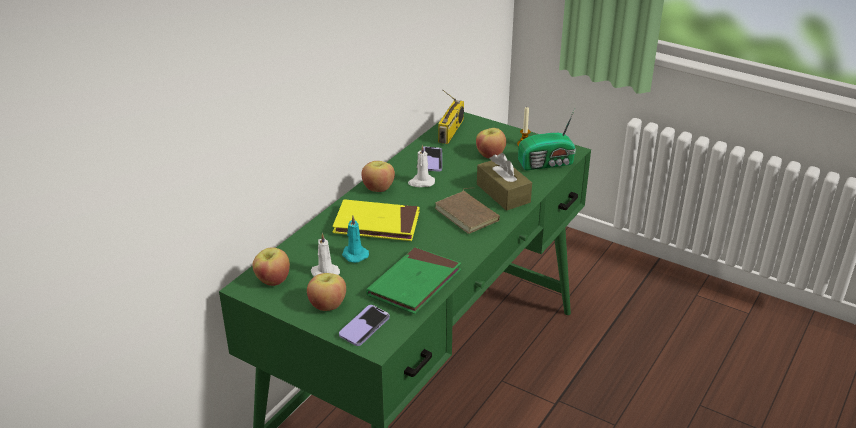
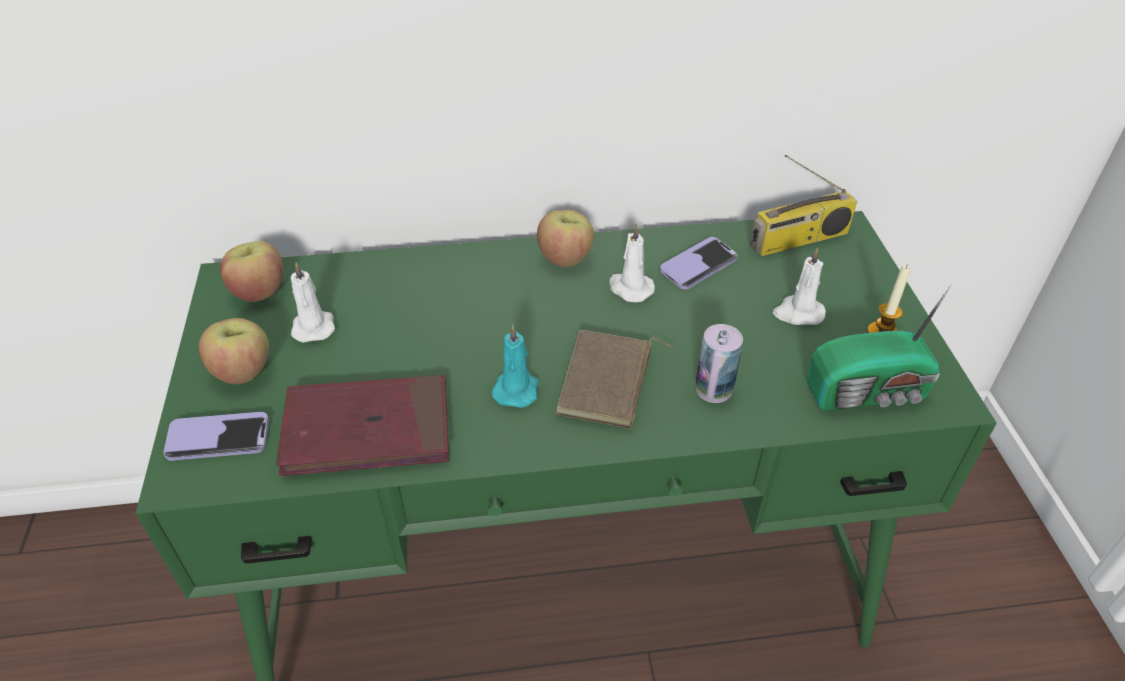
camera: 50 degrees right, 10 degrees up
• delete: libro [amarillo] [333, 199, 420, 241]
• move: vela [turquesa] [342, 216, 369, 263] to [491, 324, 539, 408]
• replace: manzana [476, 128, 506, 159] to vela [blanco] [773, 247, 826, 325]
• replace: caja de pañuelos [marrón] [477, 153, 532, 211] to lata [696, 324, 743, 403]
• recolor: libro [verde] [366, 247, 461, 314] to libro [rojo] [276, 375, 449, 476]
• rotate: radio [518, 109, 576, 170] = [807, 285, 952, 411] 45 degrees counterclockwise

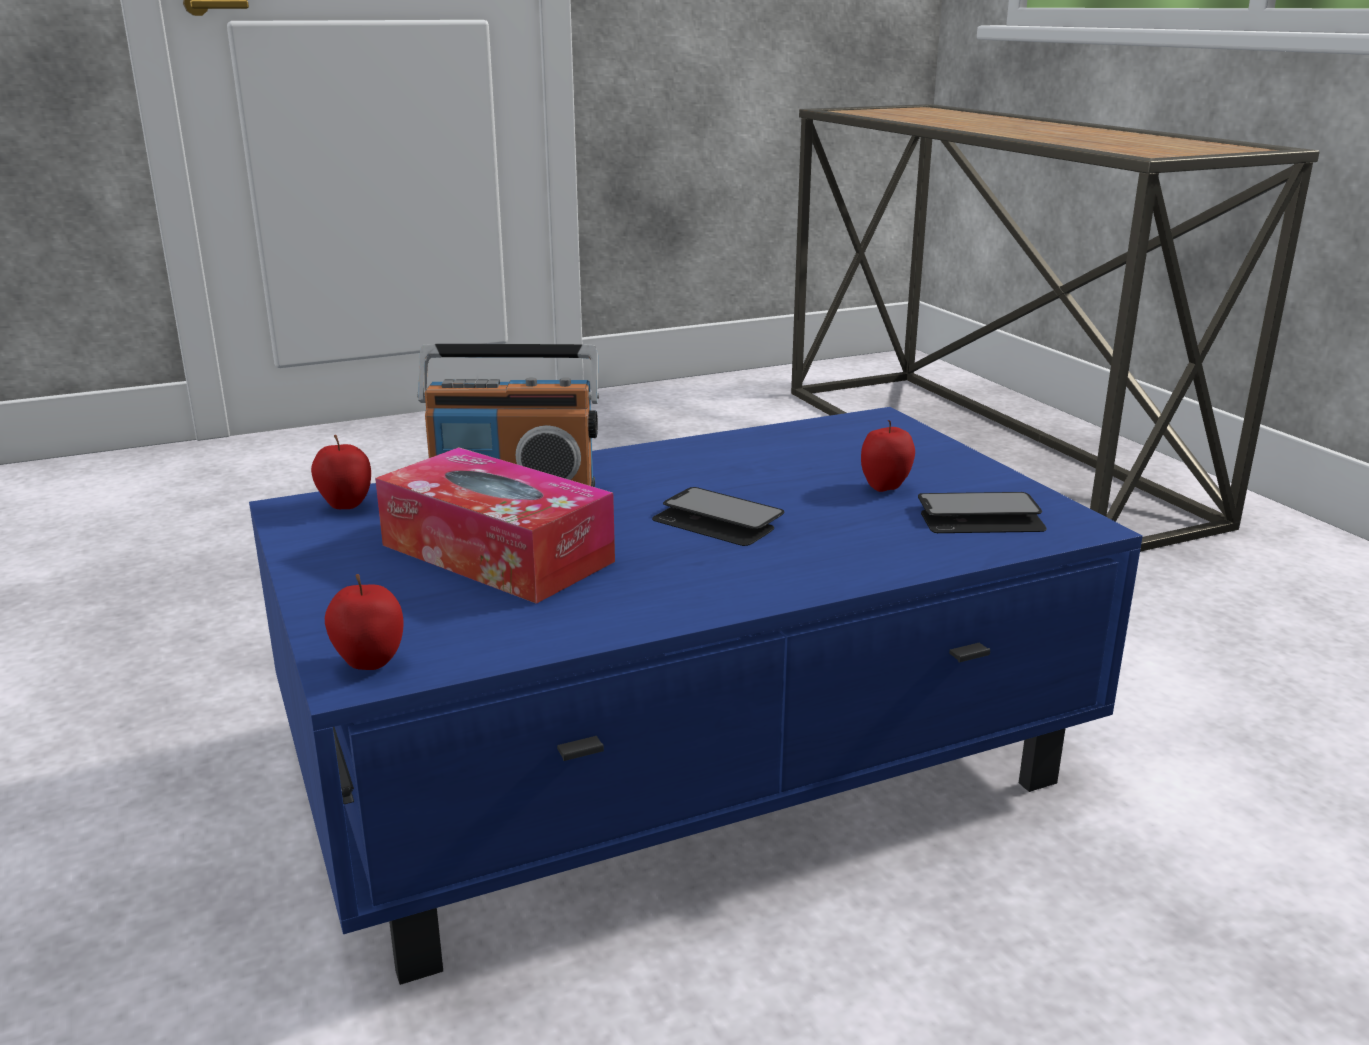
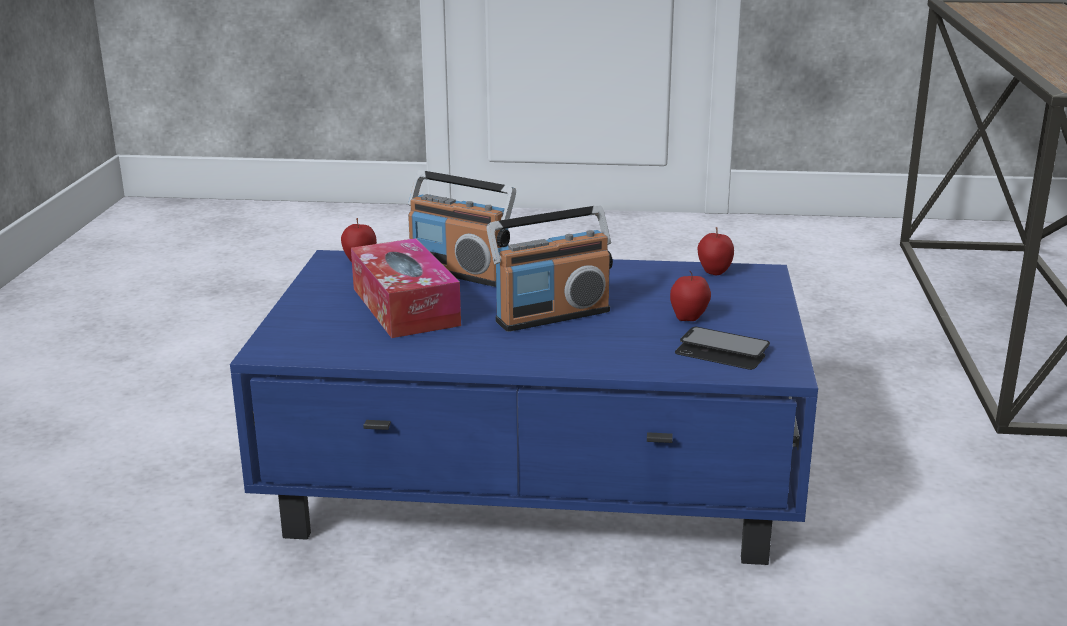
camera: 30 degrees right, 0 degrees up
• move: manzana [325, 574, 404, 670] to [698, 227, 734, 275]
• replace: móvil [652, 487, 784, 546] to radio [487, 205, 613, 332]

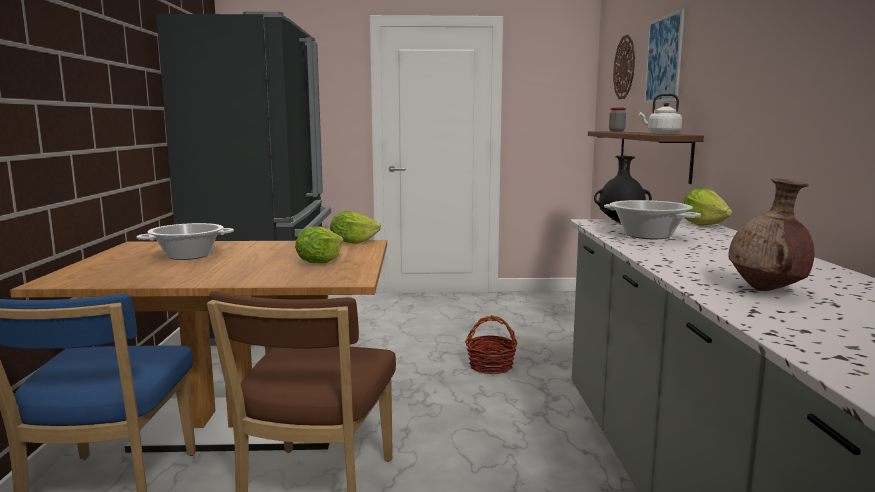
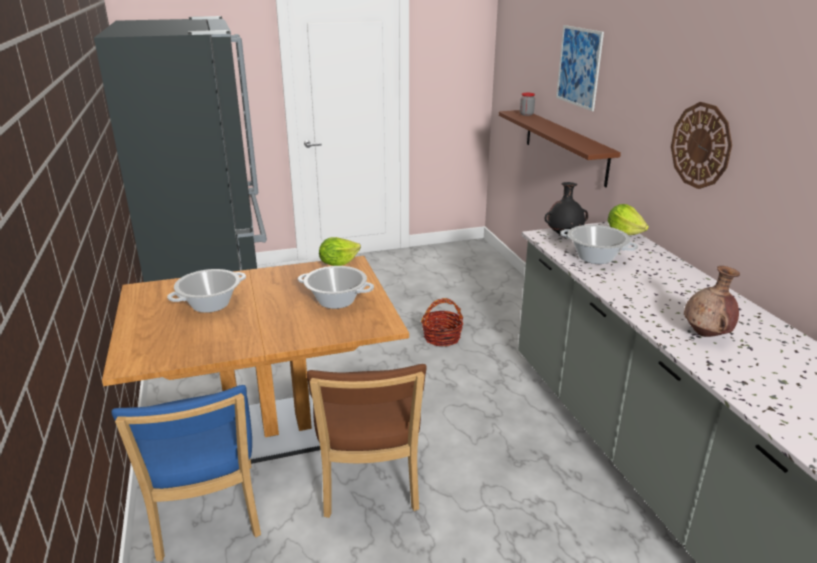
camera: 15 degrees left, 15 degrees up
• delete: hervidor [blanco] [639, 93, 682, 134]
• move: reloj de pared [613, 35, 635, 99] to [671, 102, 732, 189]
• replace: lechuga [295, 226, 344, 263] to olla [298, 266, 374, 309]

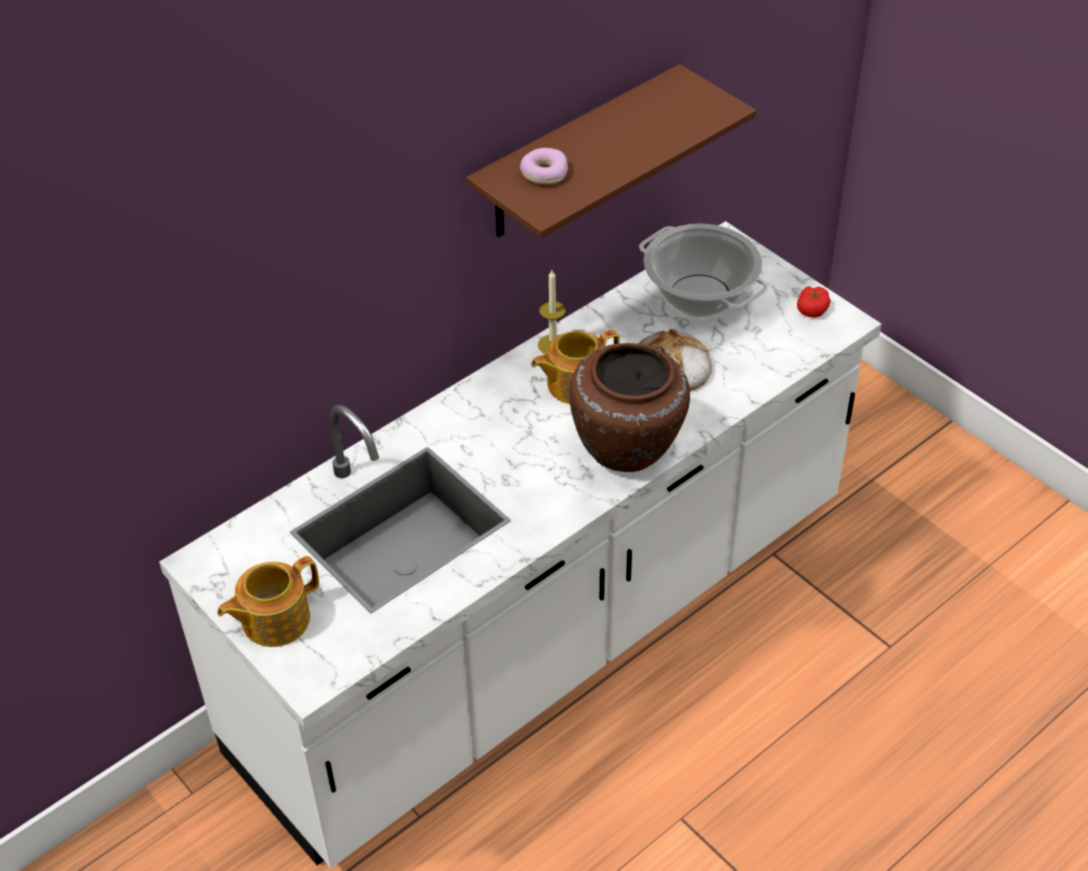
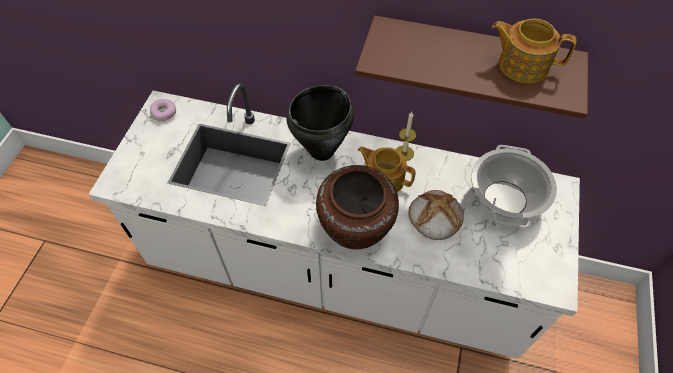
camera: 55 degrees right, 10 degrees up
• delete: tomate [797, 286, 831, 318]
• insert: olla [negro] [287, 85, 354, 161]
• move: tetera [217, 556, 319, 647] to [492, 18, 576, 83]
• move: rosquilla [520, 148, 568, 185] to [150, 99, 176, 121]

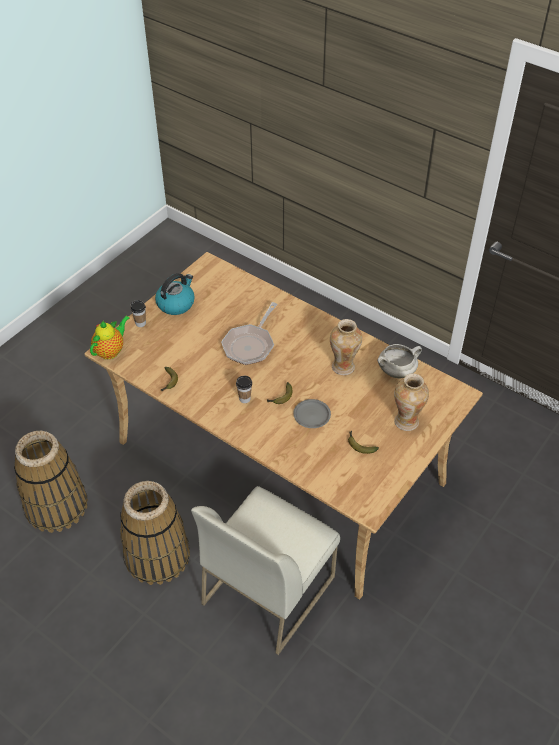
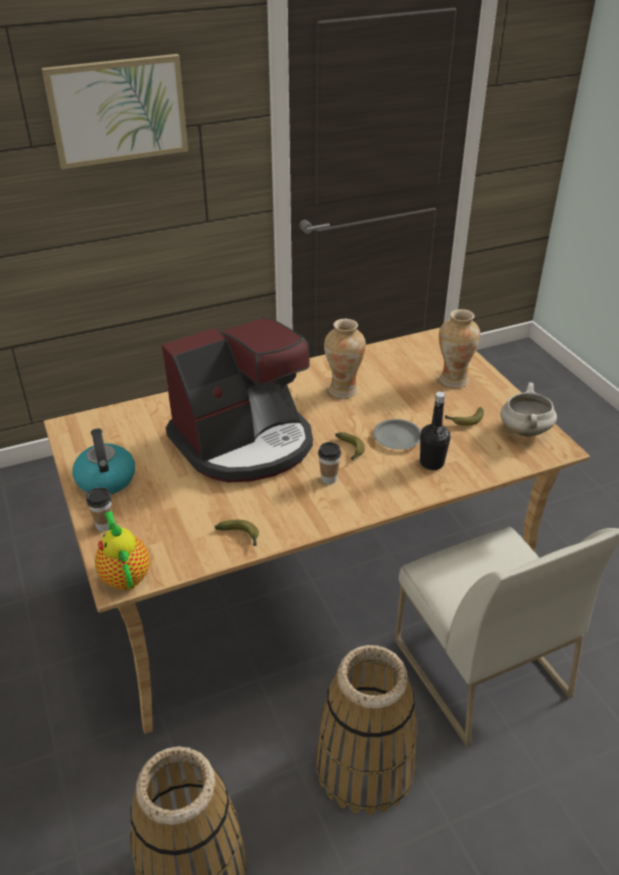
camera: 60 degrees left, 10 degrees down
• insert: cuadro [42, 54, 188, 169]
• insert: botella [negro] [420, 392, 450, 470]
• move: olla [blanco] [377, 344, 422, 378] to [500, 382, 557, 437]
• replace: sartén [221, 302, 278, 365] to cafetera [162, 317, 313, 482]

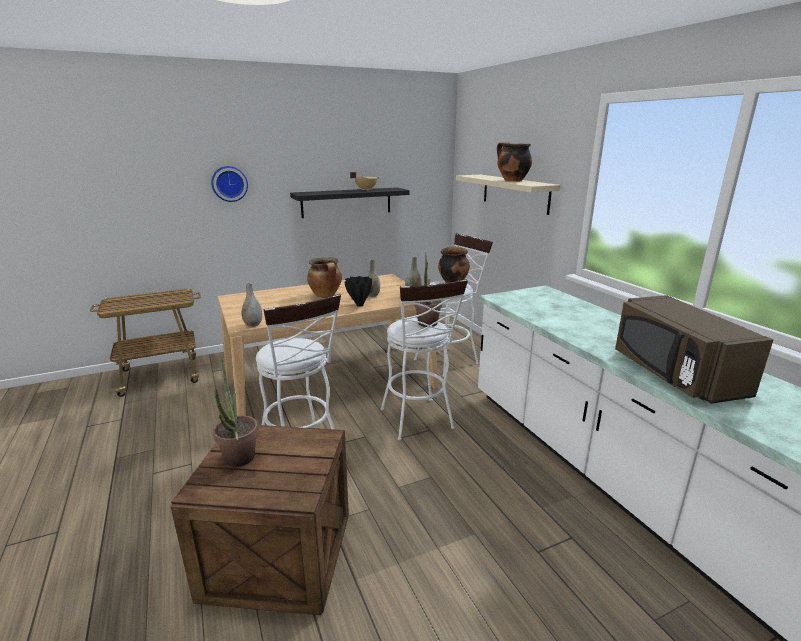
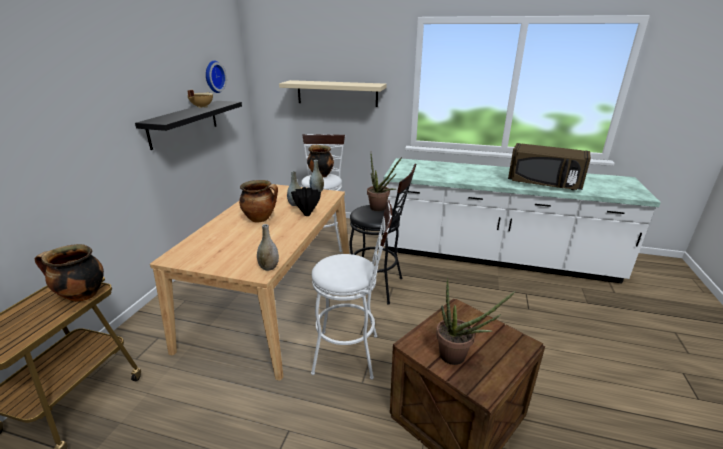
camera: 50 degrees left, 5 degrees up
• move: reloj de pared [211, 166, 248, 202] to [206, 60, 227, 93]
• move: olla [497, 142, 532, 182] to [35, 244, 104, 302]
• recolor: taburete [blanco] [380, 279, 468, 440] to taburete [negro] [350, 164, 416, 305]

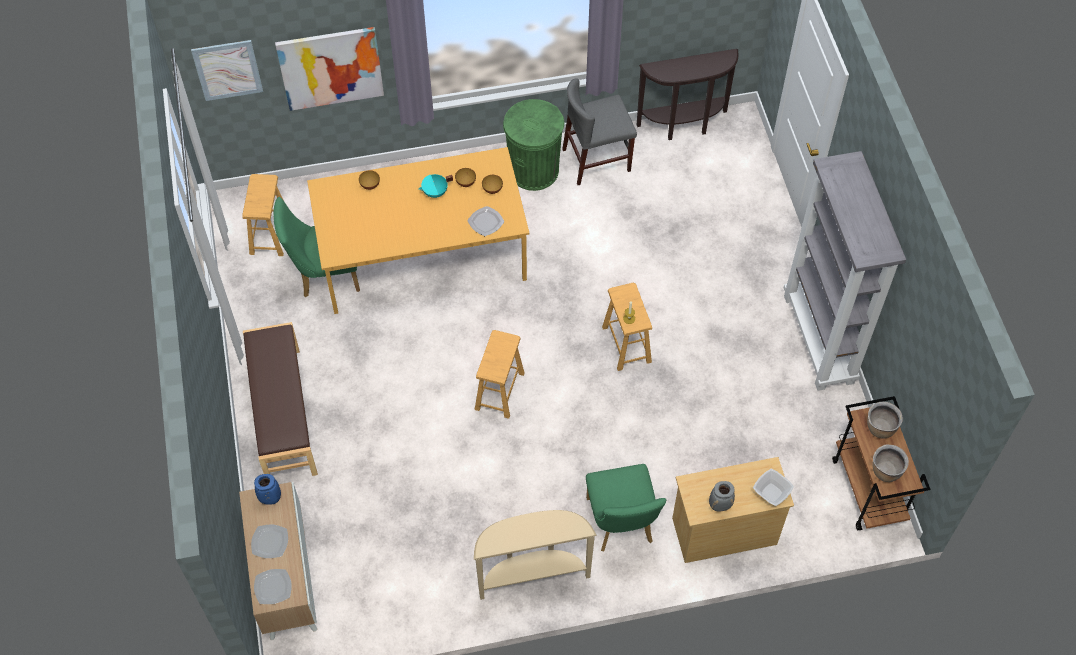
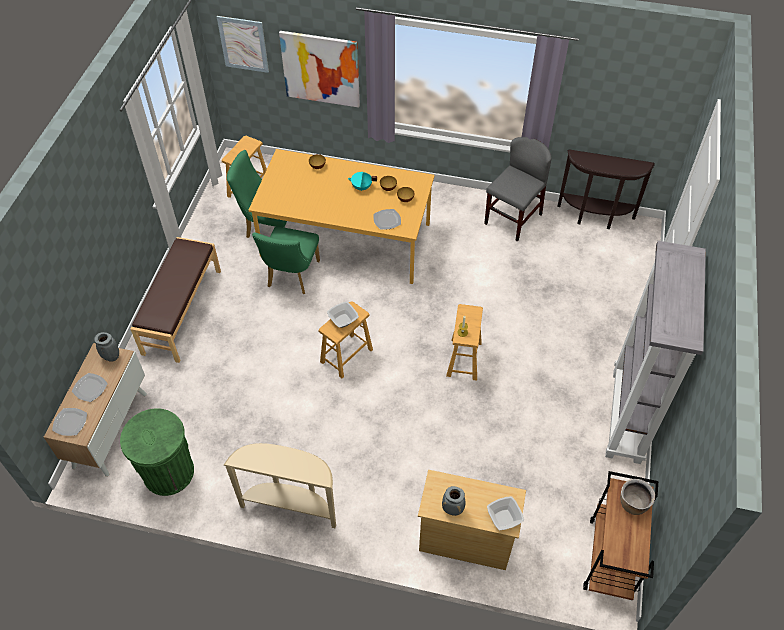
camera: 25 degrees right, 5 degrees down
• delete: olla [marrón] [872, 444, 909, 482]
• insert: cuenco [327, 301, 359, 328]
• move: papelera [verde] [503, 99, 564, 191] to [120, 408, 194, 496]
• move: silla [verde] [586, 464, 666, 551] to [252, 226, 320, 294]
• recolor: florero [azul] [254, 474, 281, 505] to florero [gris] [94, 332, 119, 362]
• rotate: silla [gris] [562, 78, 637, 185] = [484, 137, 552, 242] 120 degrees clockwise

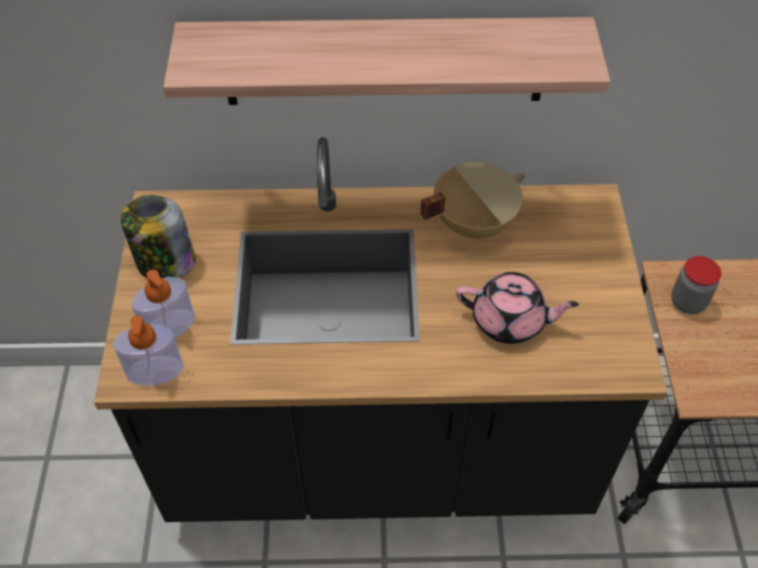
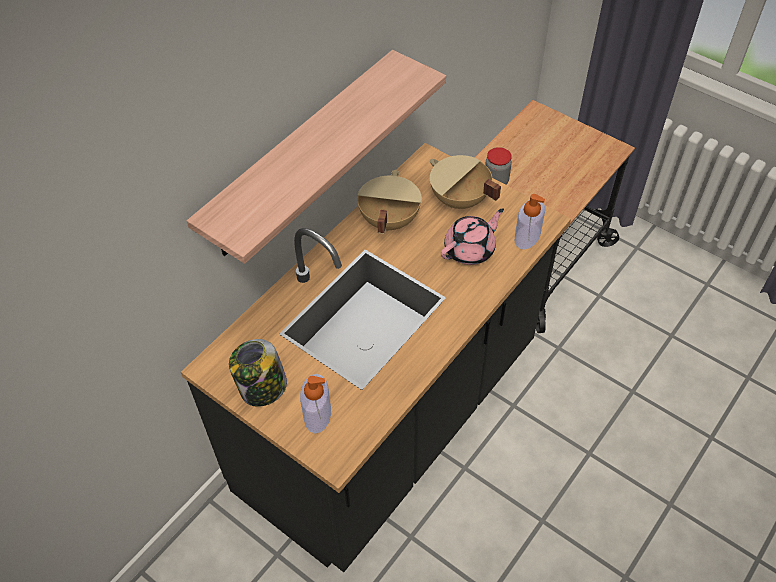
camera: 50 degrees left, 0 degrees up
• insert: olla [beis] [430, 155, 501, 209]
• move: dispensador de jabón [113, 316, 184, 386] to [515, 194, 545, 250]

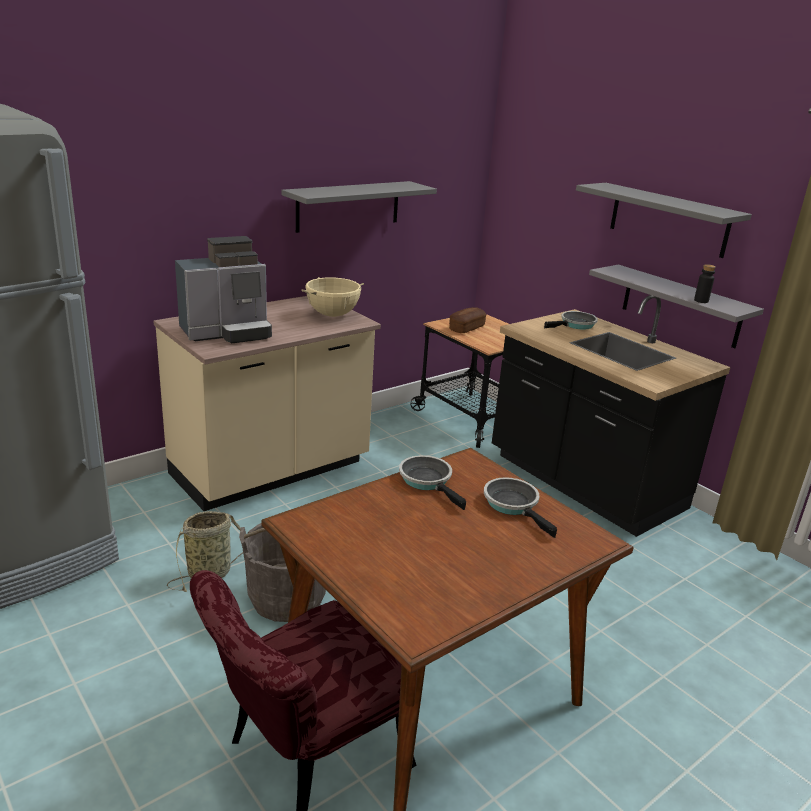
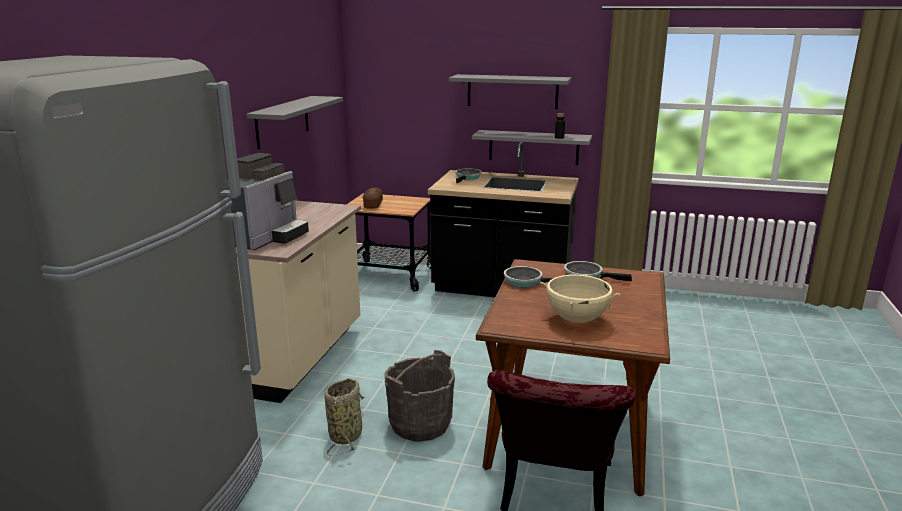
camera: 35 degrees left, 5 degrees down
• move: olla [beis] [302, 277, 364, 317] to [540, 274, 620, 323]

